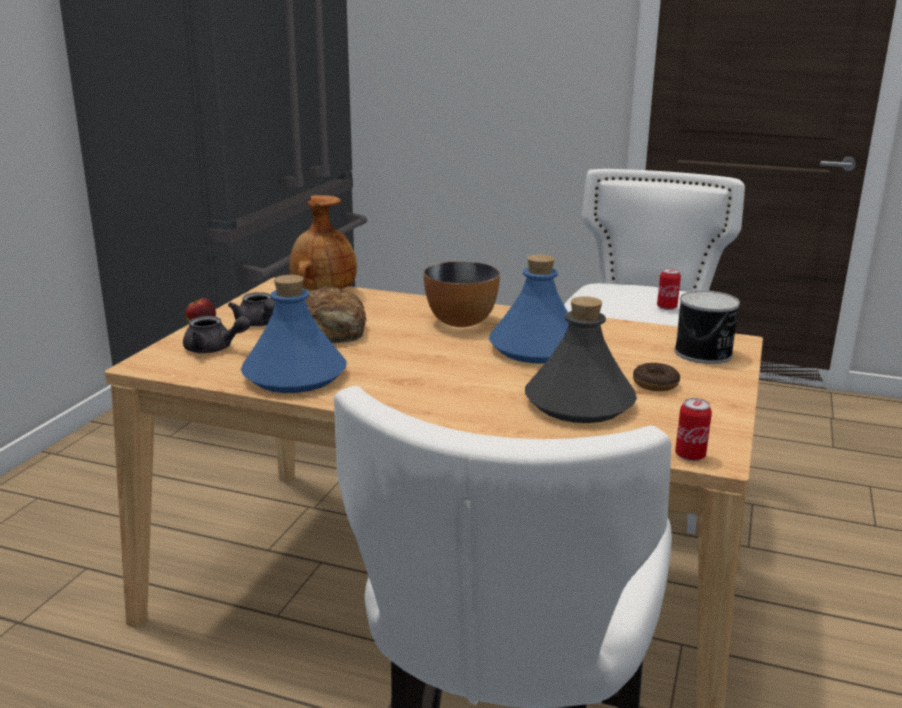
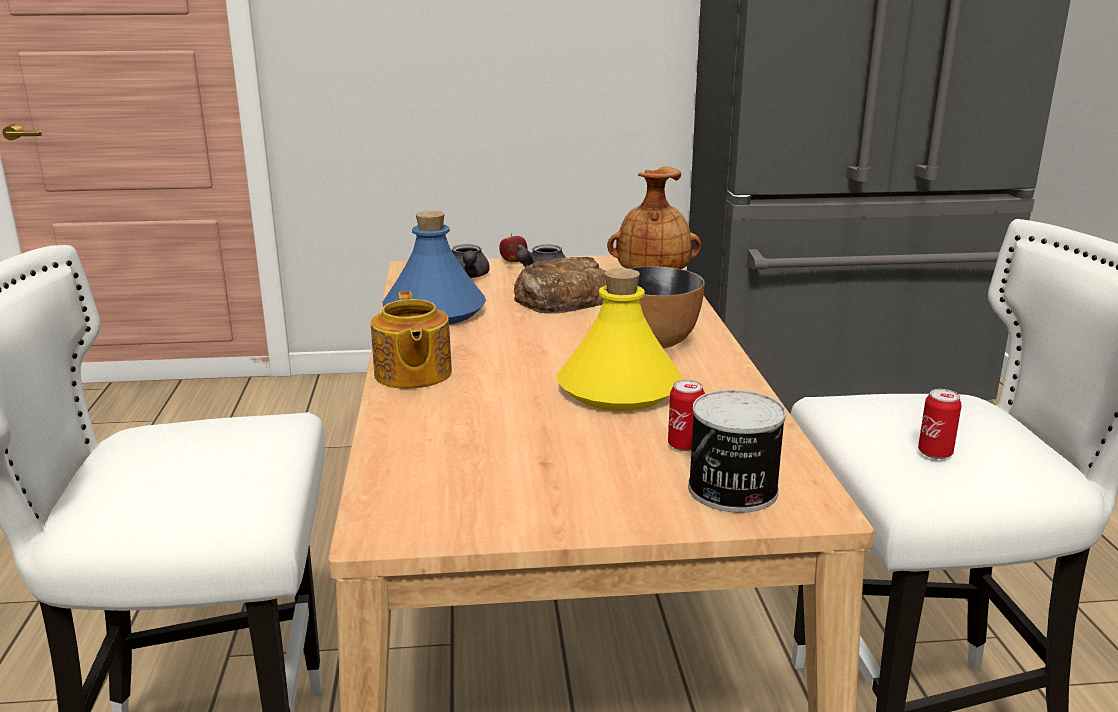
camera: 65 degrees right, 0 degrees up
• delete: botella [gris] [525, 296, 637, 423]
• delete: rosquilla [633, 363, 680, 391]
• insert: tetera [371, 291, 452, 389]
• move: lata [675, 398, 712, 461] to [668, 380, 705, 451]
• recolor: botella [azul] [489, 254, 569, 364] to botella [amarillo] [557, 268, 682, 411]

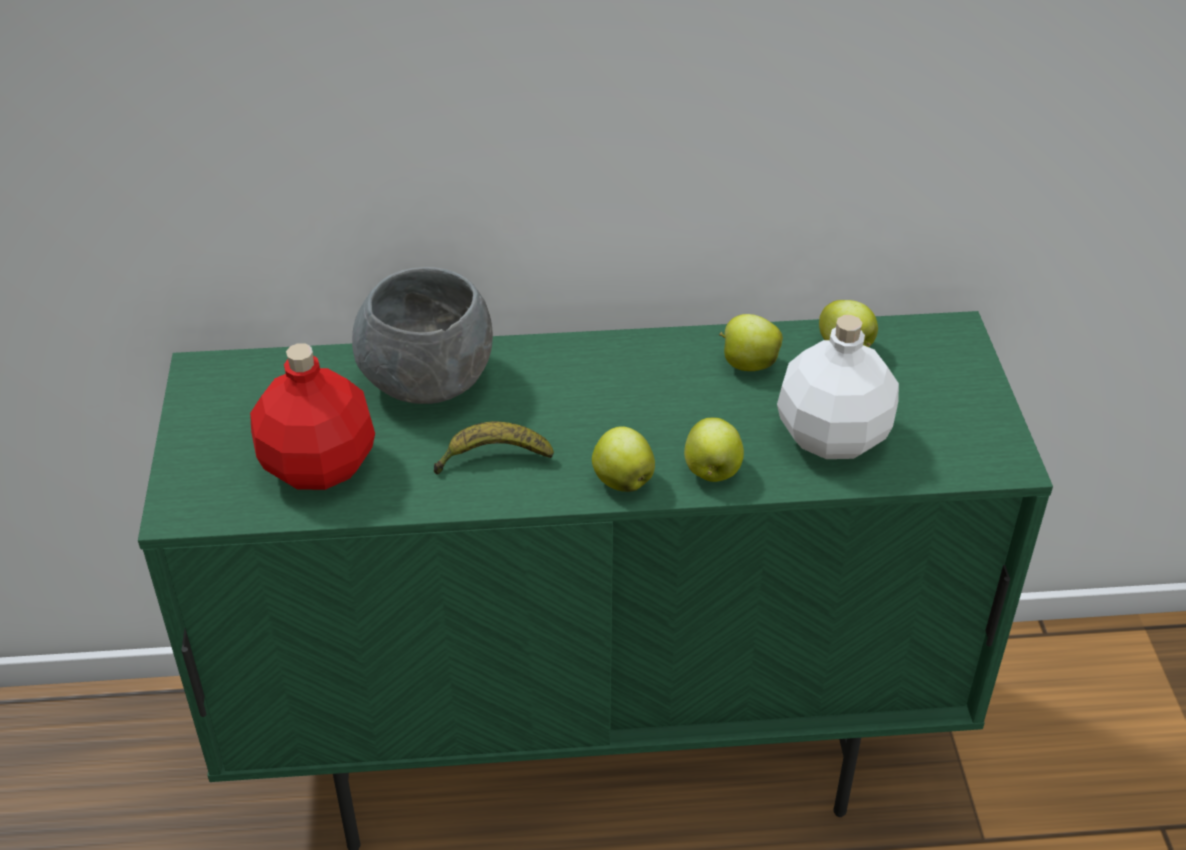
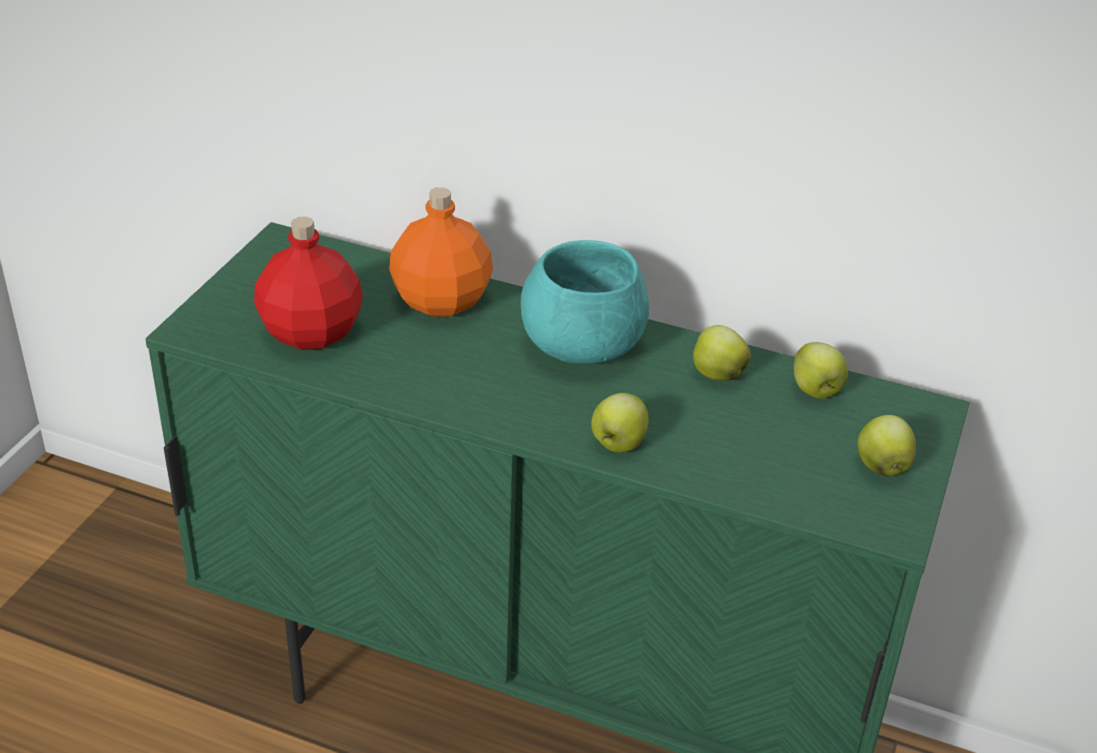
camera: 25 degrees right, 5 degrees down
• delete: plátano [434, 422, 554, 474]
• delete: botella [blanco] [777, 315, 899, 459]
• insert: cuenco [turquesa] [521, 240, 649, 364]
• move: manzana [592, 426, 655, 492] to [857, 415, 916, 477]
• replace: cuenco [gris] [352, 267, 493, 404] to botella [naranja] [389, 187, 493, 317]

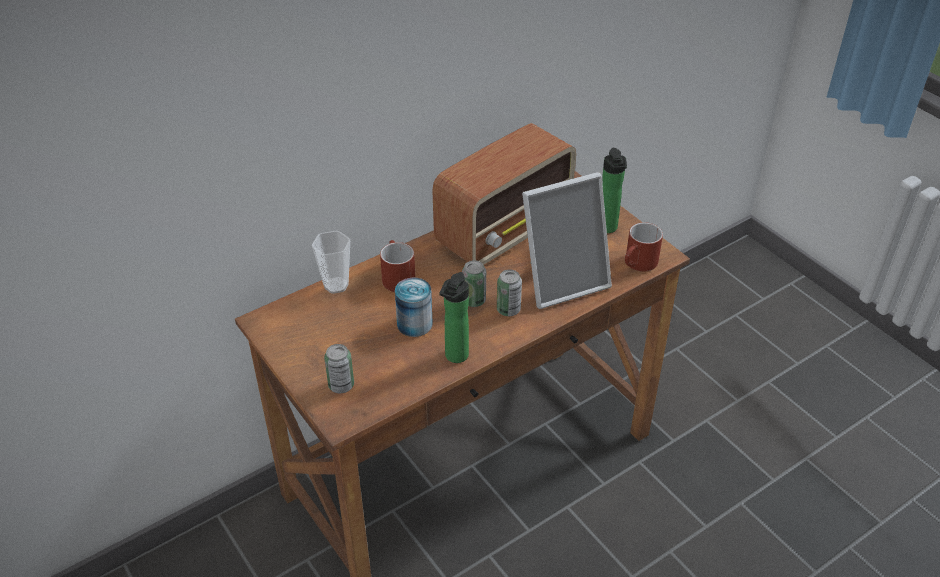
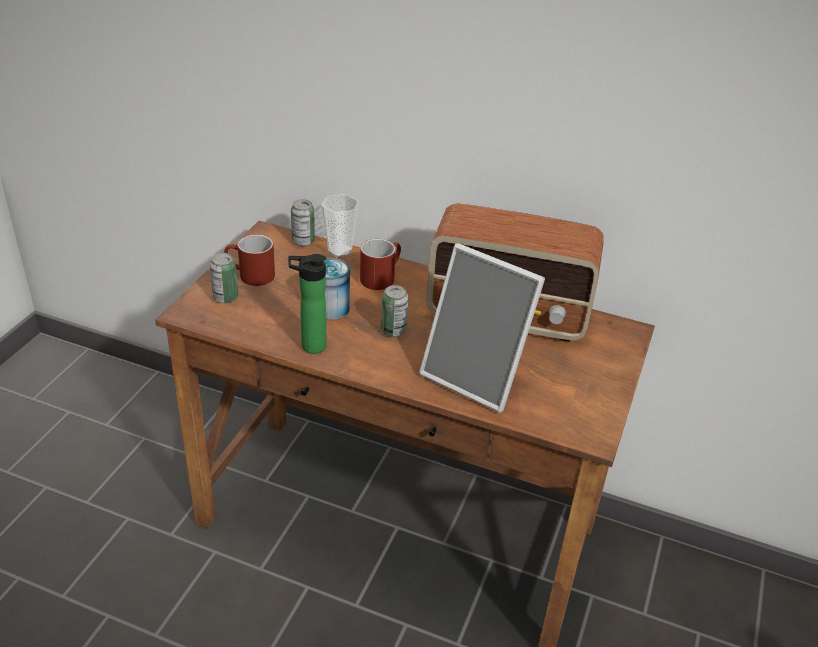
camera: 55 degrees right, 5 degrees down
• delete: botella [602, 148, 627, 233]
• move: lata [497, 269, 522, 316] to [291, 199, 315, 246]
• move: taza grande [rojo] [625, 222, 663, 272] to [224, 235, 275, 286]

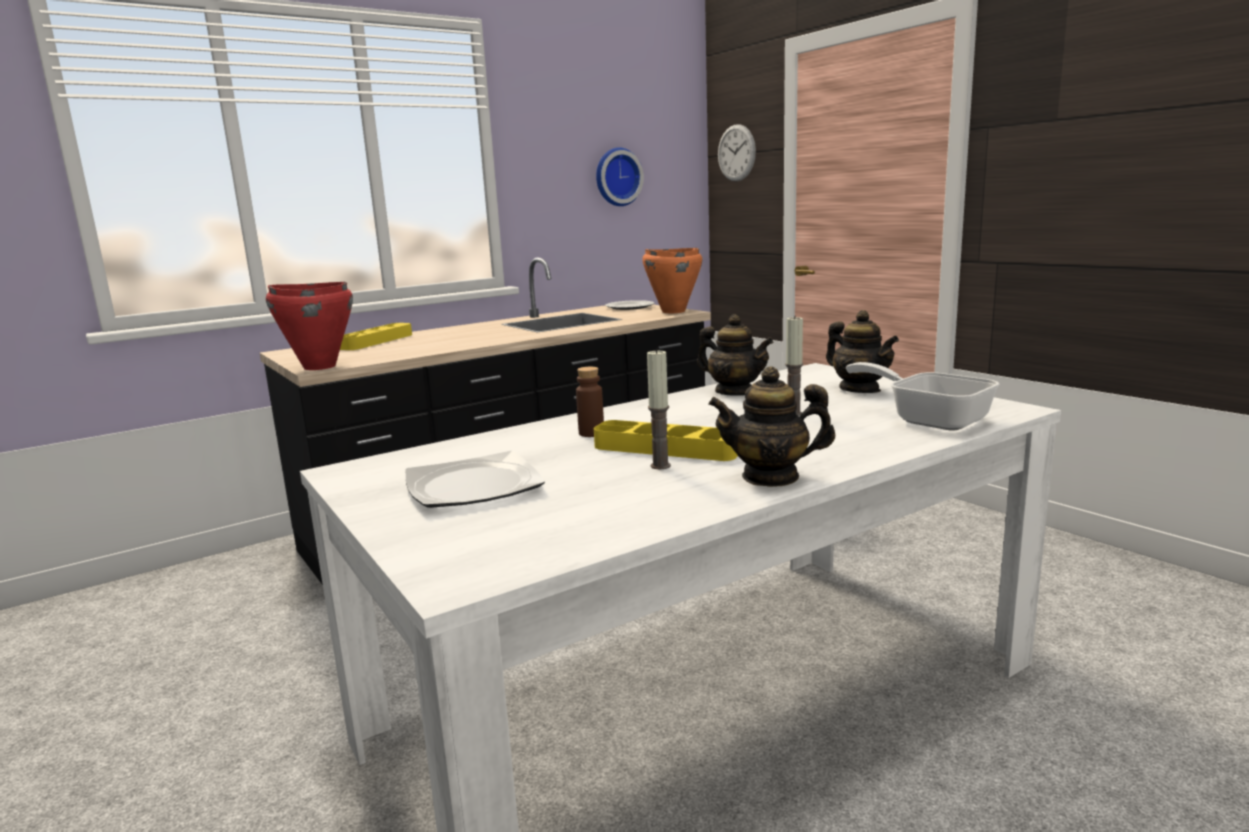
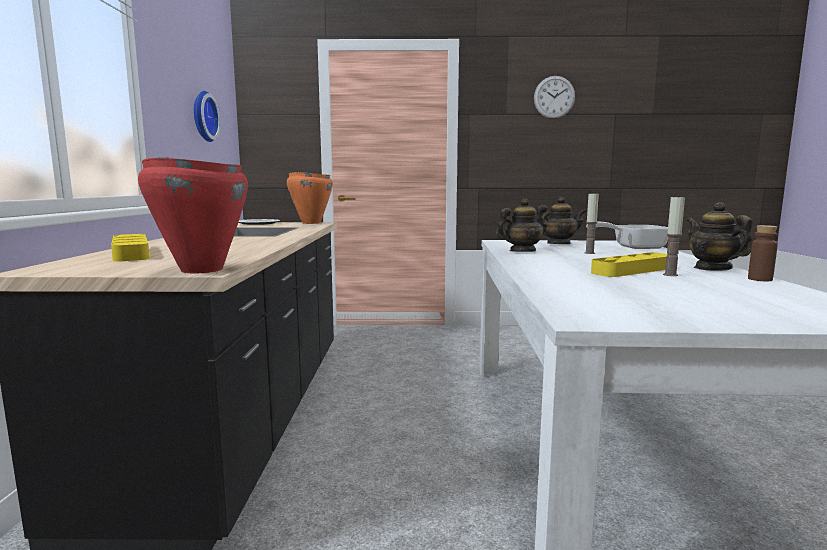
camera: 55 degrees left, 5 degrees down
• delete: plato [405, 451, 545, 508]
• move: botella [marrón] [576, 367, 604, 437] to [748, 225, 778, 281]
• move: reloj de pared [718, 124, 756, 182] to [534, 76, 575, 119]
• rotate: tetera [708, 366, 835, 487] = [686, 202, 752, 271] 120 degrees clockwise

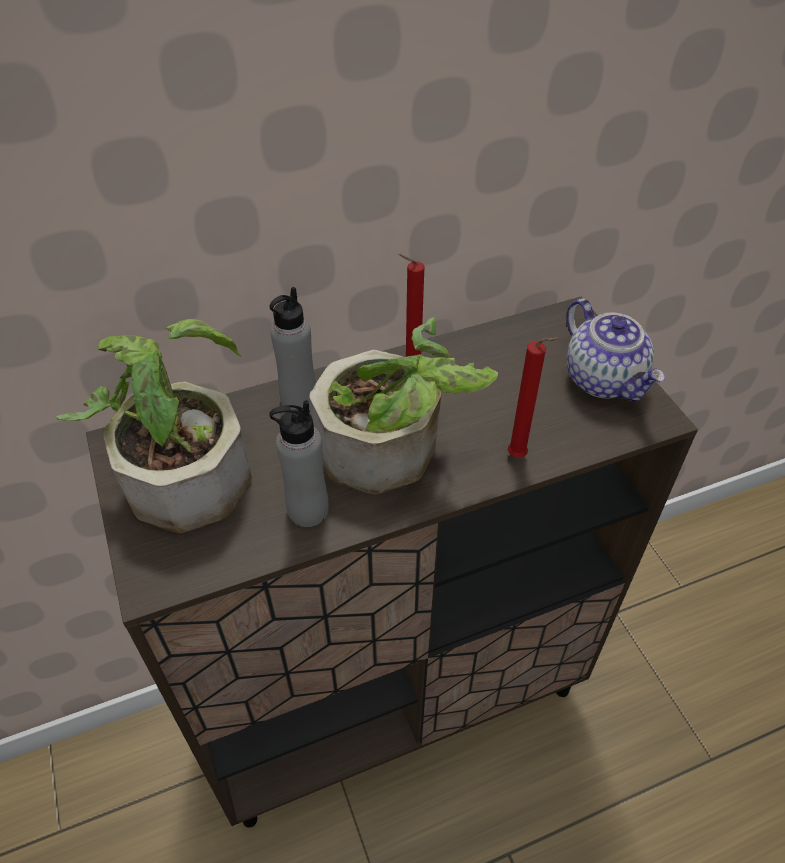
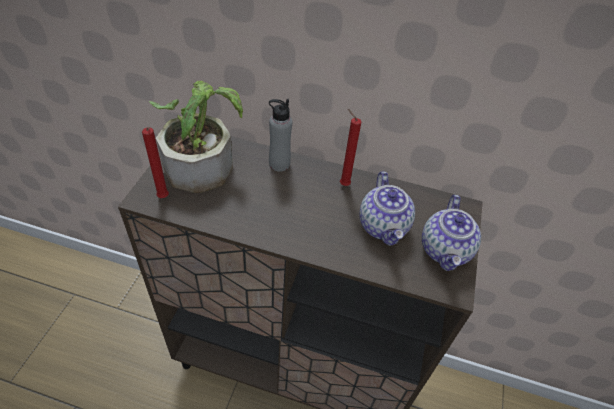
camera: 35 degrees right, 0 degrees up
• delete: botella [gris] [269, 400, 329, 527]
• delete: planta en maceta [309, 317, 498, 494]
• insert: tetera [360, 171, 415, 246]
• move: vela [rojo] [508, 337, 559, 458] to [142, 127, 169, 198]

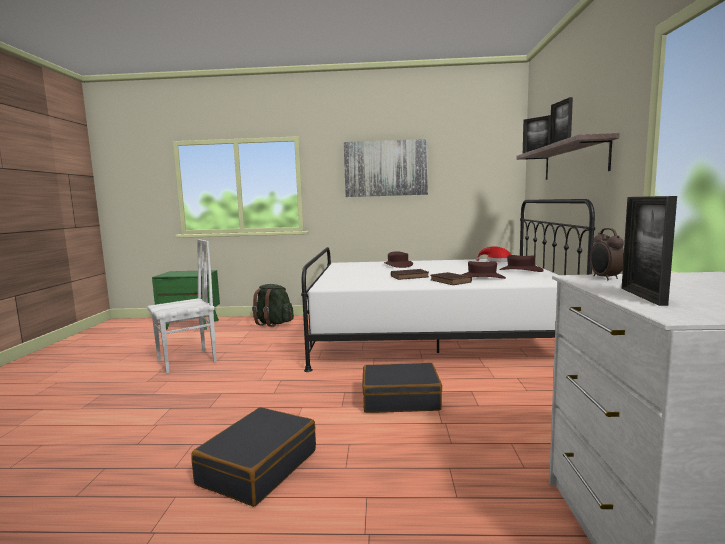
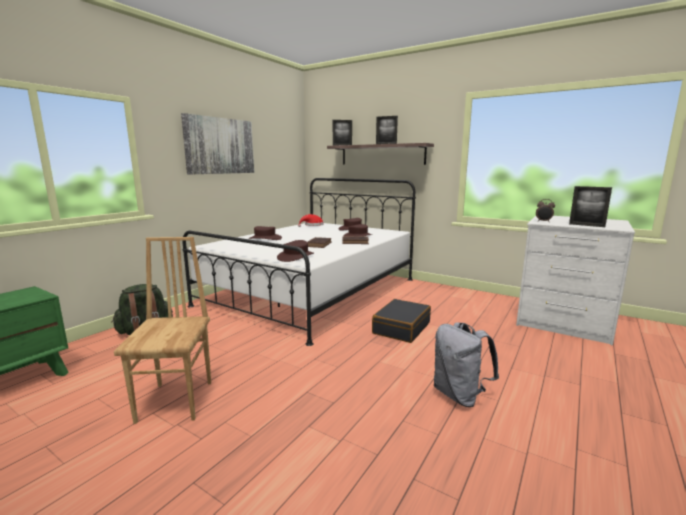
camera: 60 degrees left, 5 degrees up
• insert: sombrero [marrón] [277, 240, 314, 262]
• replace: maleta [negro] [192, 407, 316, 507] to mochila [gris] [434, 322, 499, 407]
• recolor: silla [blanco] [147, 239, 217, 373] to silla [marrón] [114, 237, 211, 424]

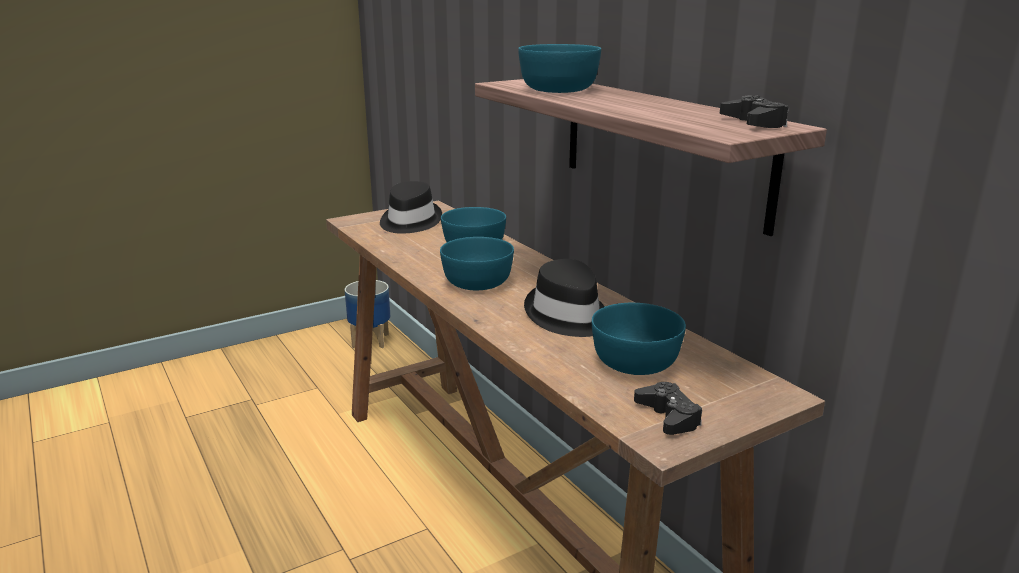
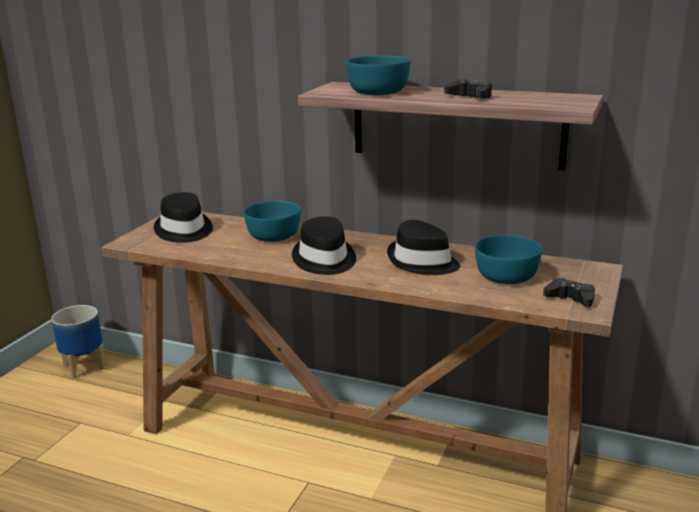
camera: 35 degrees left, 0 degrees up
• move: mando de consola [negro] [720, 95, 788, 128] to [444, 79, 492, 98]
• replace: cuenco [turquesa] [440, 237, 514, 290] to sombrero [negro] [292, 217, 356, 275]

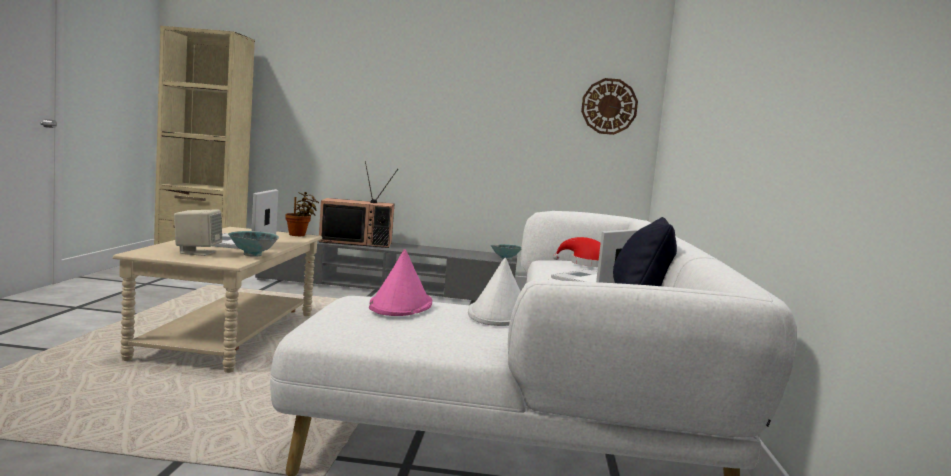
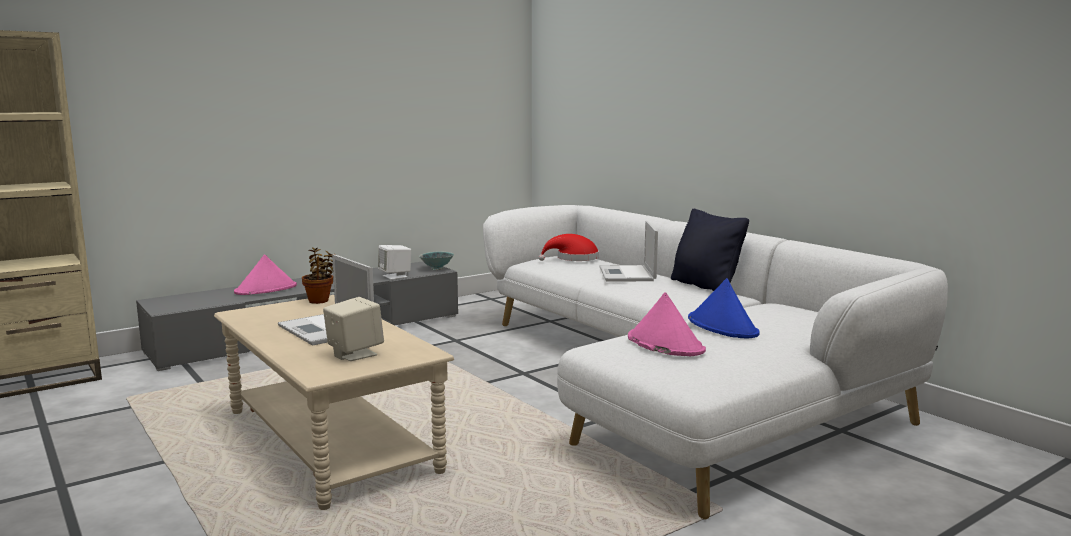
camera: 40 degrees left, 5 degrees up
• delete: cuenco [228, 231, 279, 257]
• delete: reloj de pared [581, 78, 638, 135]
• insert: altavoz [blanco] [378, 245, 411, 280]
• replace: televisor [319, 161, 398, 248] to sombrero [rosa] [234, 255, 297, 295]
• recolor: sombrero [blanco] [468, 258, 521, 326] to sombrero [azul] [688, 278, 759, 338]

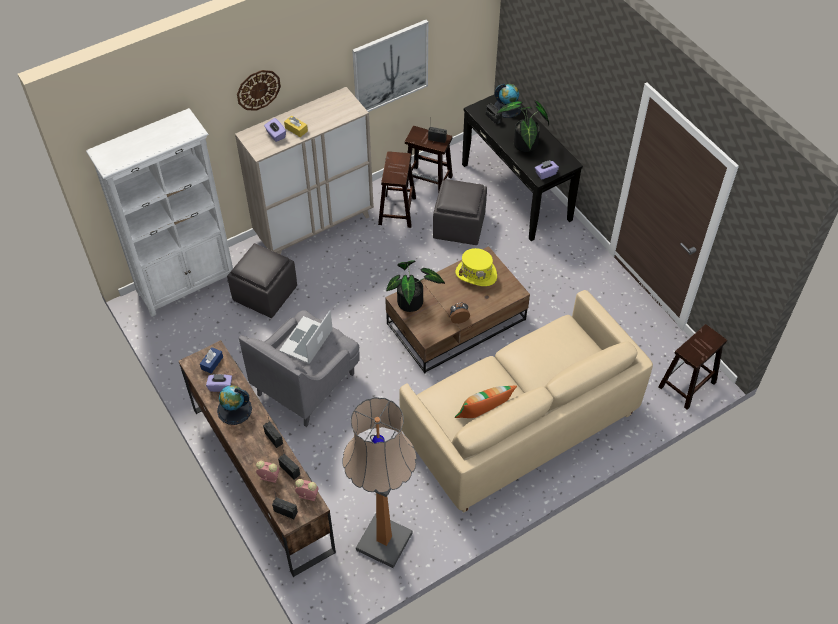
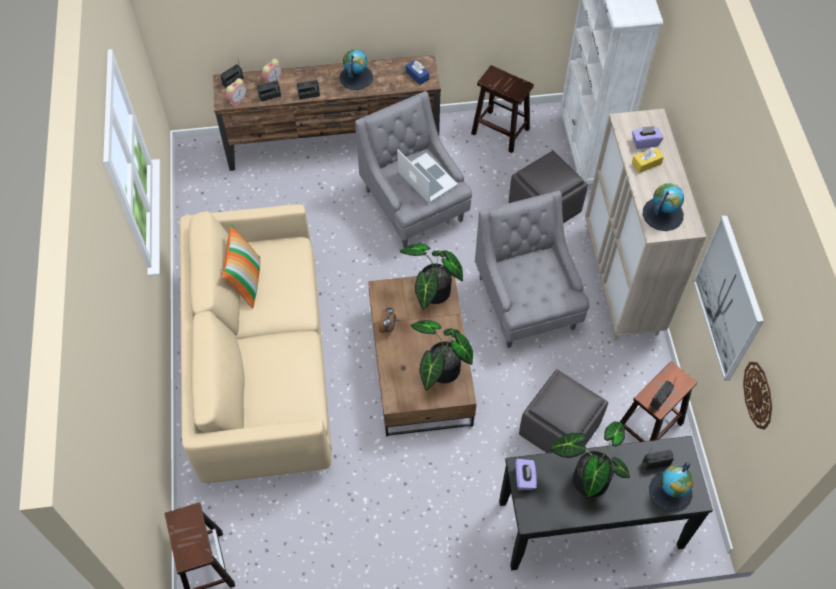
camera: 115 degrees right, 5 degrees up
• delete: caja de pañuelos [morado] [206, 374, 232, 392]
• delete: lámpara de pie [342, 397, 417, 568]
• insert: sillón [gris] [475, 191, 589, 348]
• insert: globo terráqueo [643, 183, 684, 231]
• move: reloj de pared [237, 70, 281, 111] to [743, 362, 772, 430]
• move: taburete [marrón] [378, 151, 416, 228] to [471, 65, 534, 153]
• replace: sombrero [amarillo] [455, 248, 497, 286] to planta en maceta [411, 320, 473, 391]

